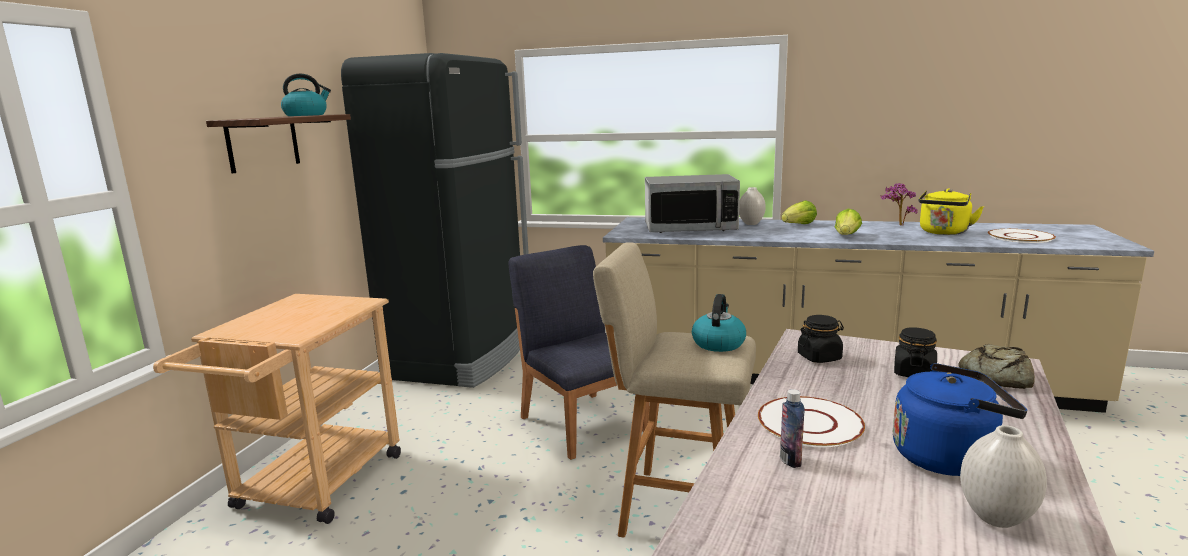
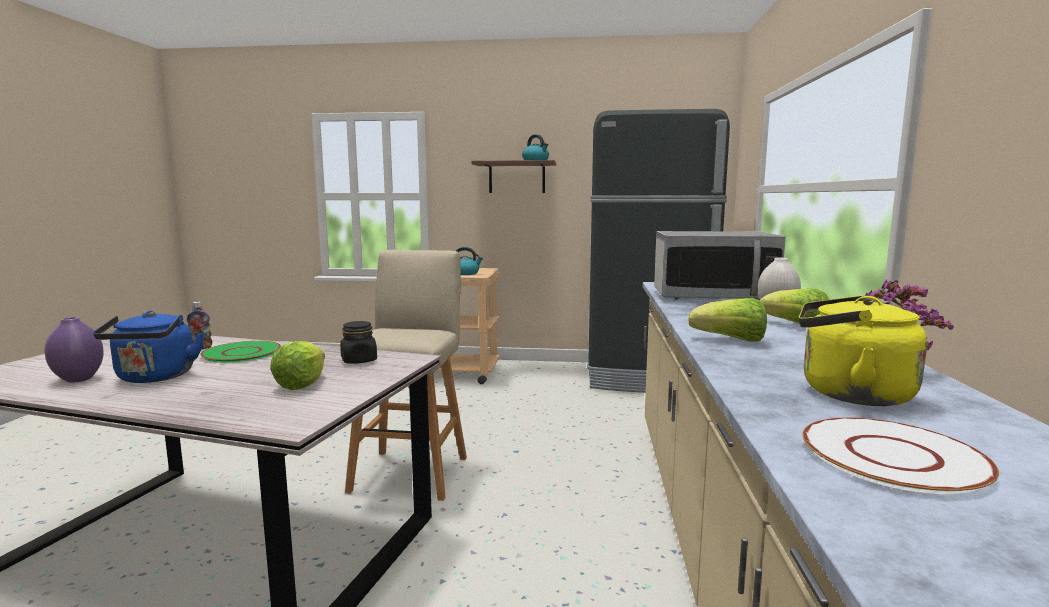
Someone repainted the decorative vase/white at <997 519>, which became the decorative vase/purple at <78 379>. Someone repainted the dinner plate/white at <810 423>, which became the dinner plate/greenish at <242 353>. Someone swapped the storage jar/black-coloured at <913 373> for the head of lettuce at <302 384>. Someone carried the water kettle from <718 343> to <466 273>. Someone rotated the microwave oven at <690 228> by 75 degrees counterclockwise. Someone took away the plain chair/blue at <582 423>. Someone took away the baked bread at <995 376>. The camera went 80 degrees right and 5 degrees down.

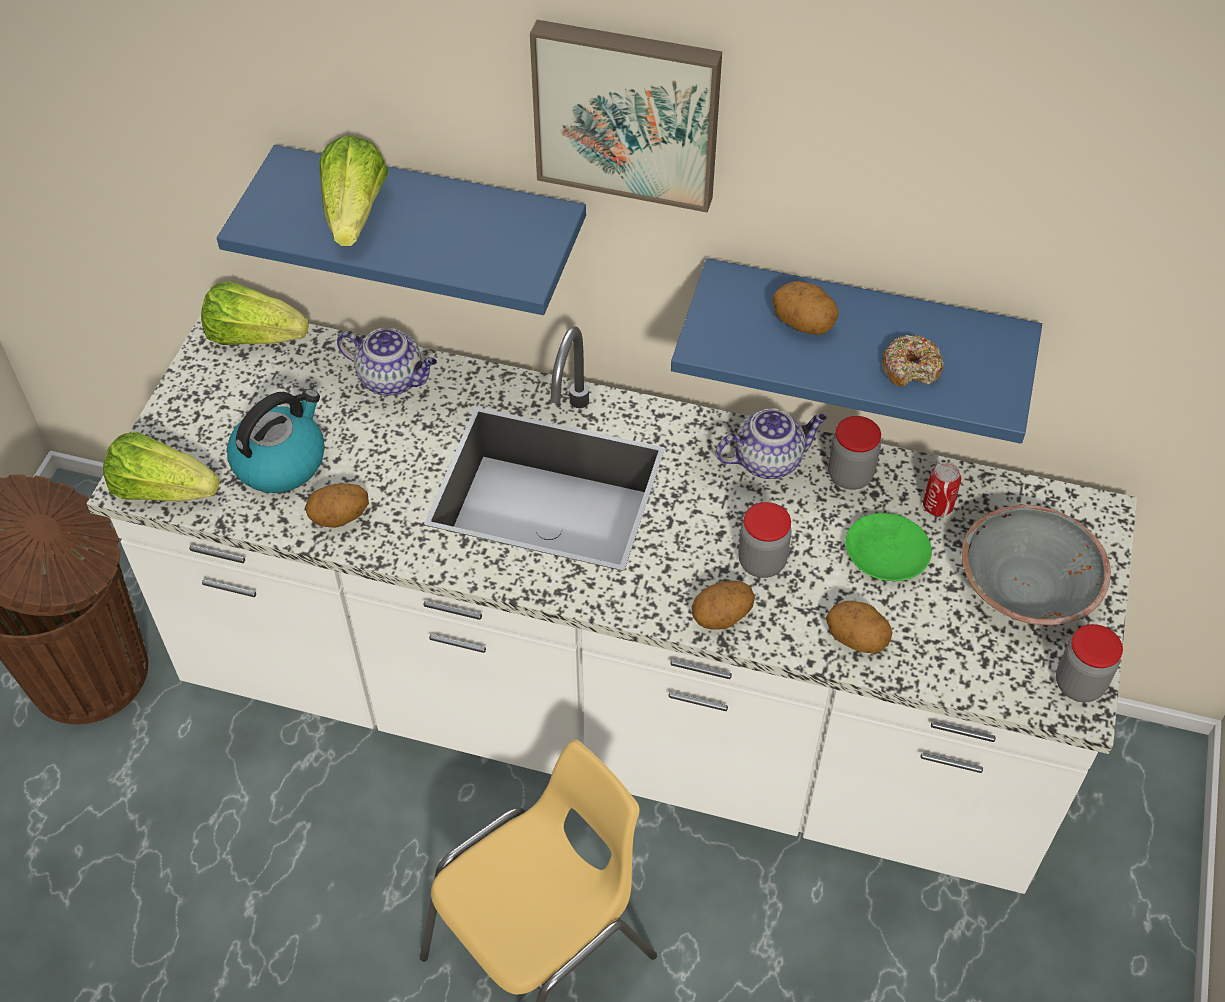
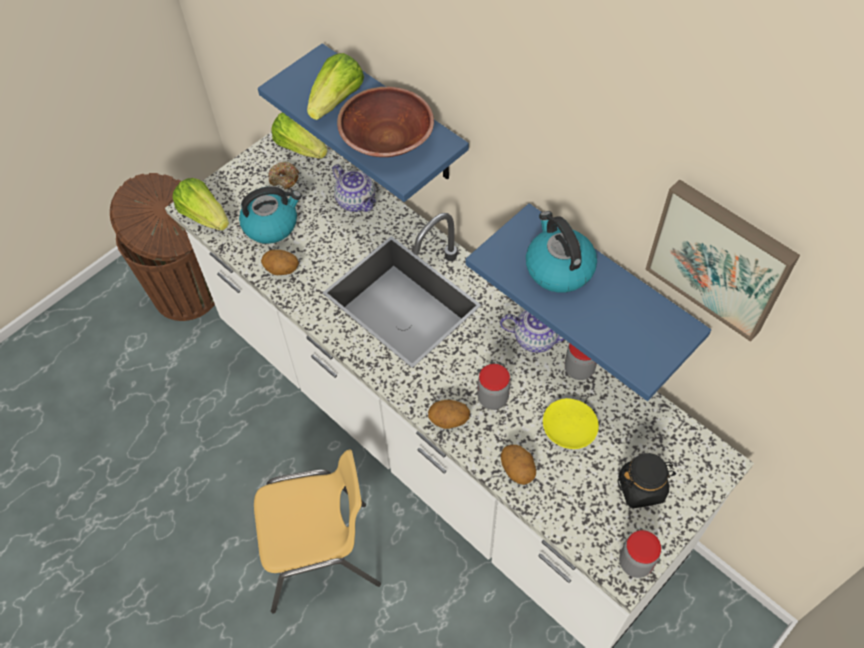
Someone carried the ring doughnut from <911 368> to <284 179>. Someone put down the serving bowl/brownish at <386 141>. Someone swapped the whole potato at <803 324> for the water kettle at <558 268>. Someone repainted the dinner plate/greenish at <885 553>, which became the dinner plate/yellow at <569 426>. Someone swapped the serving bowl/grey at <1026 588> for the storage jar/black-coloured at <641 488>. Someone carried the wall art from <627 112> to <720 258>. Someone took away the can at <937 506>. The camera went 30 degrees right and 5 degrees up.

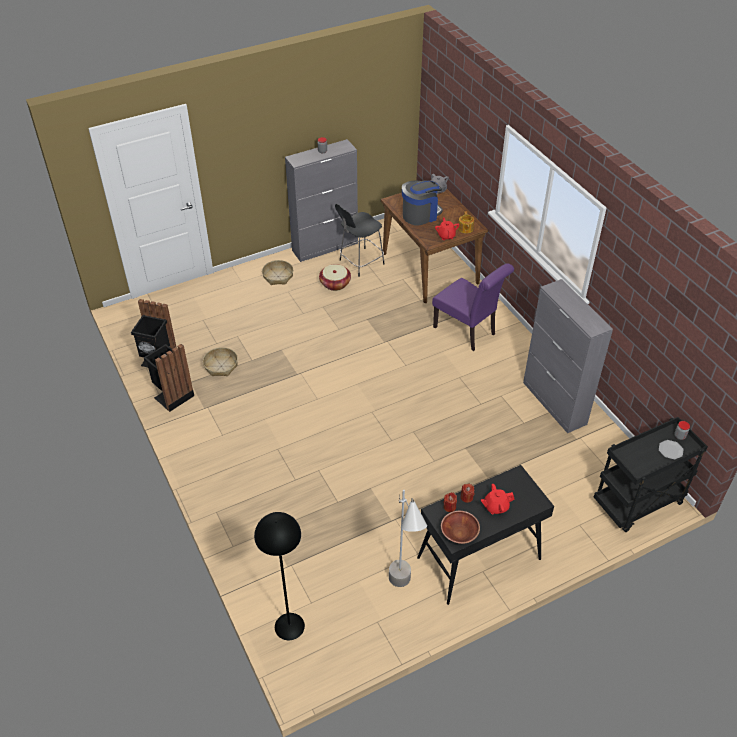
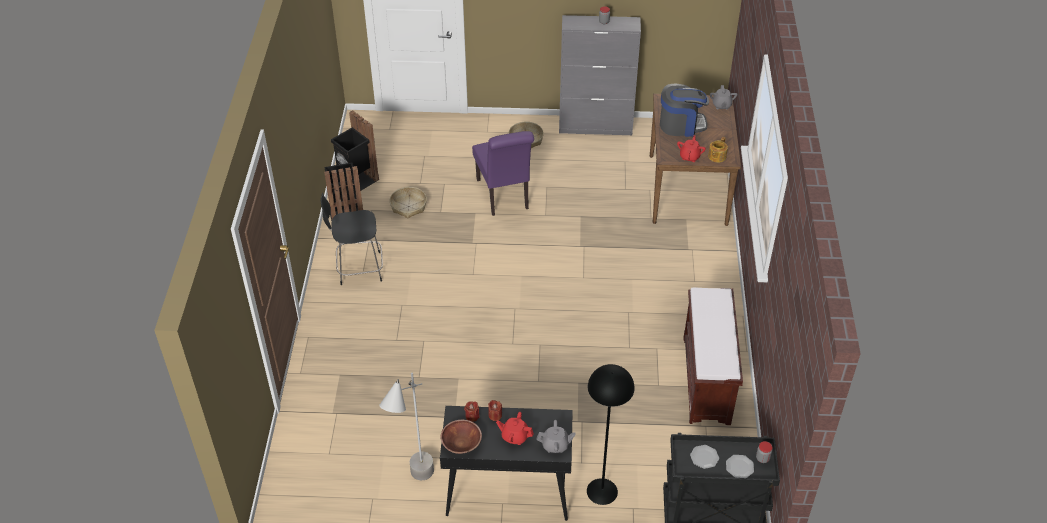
Someone carried the plain chair/black-coloured from <360 263> to <358 268>. Someone carried the plain chair/purple from <467 332> to <504 196>. Someone put down the tea pot/grey at <555 445>. Someone carried the standing lamp/black-coloured from <289 626> to <601 491>. Someone swapped the storage cabinet/grey at <554 403> for the bench/brownish at <707 380>. Someone put down the dinner plate at <704 457>. Someone took away the household basket at <335 284>. The camera went 30 degrees right and 0 degrees up.

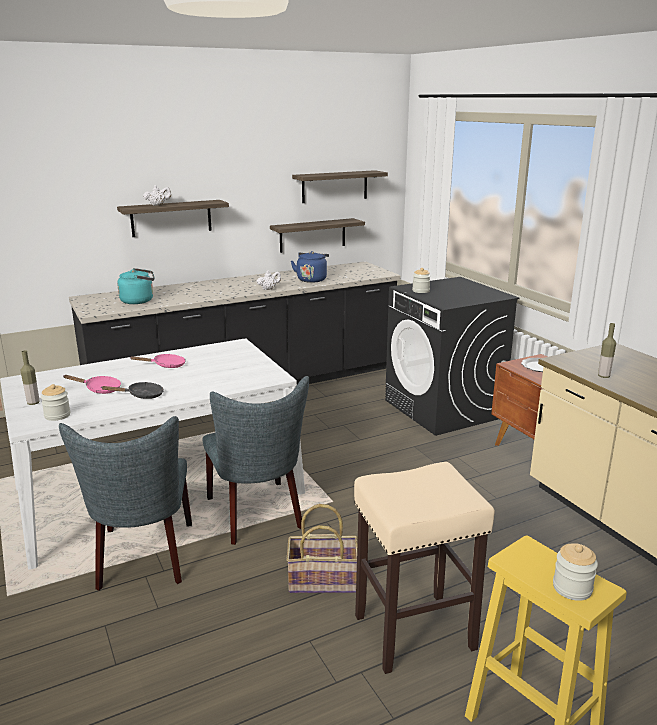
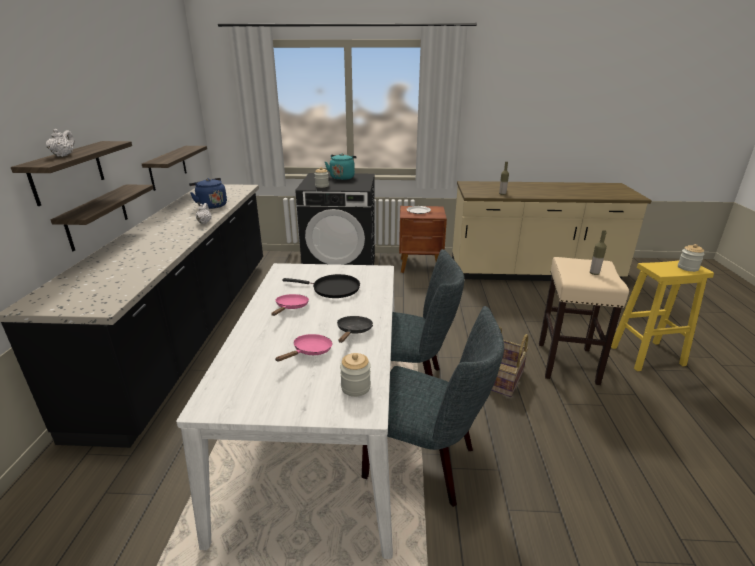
Someone carried the shelf from <334 186> to <97 217>. Someone put down the skillet/black-coloured at <333 289>. Someone carried the water kettle/blue-green from <139 301> to <342 177>. Someone carried the bottle from <33 403> to <594 273>. The camera went 60 degrees left and 5 degrees up.

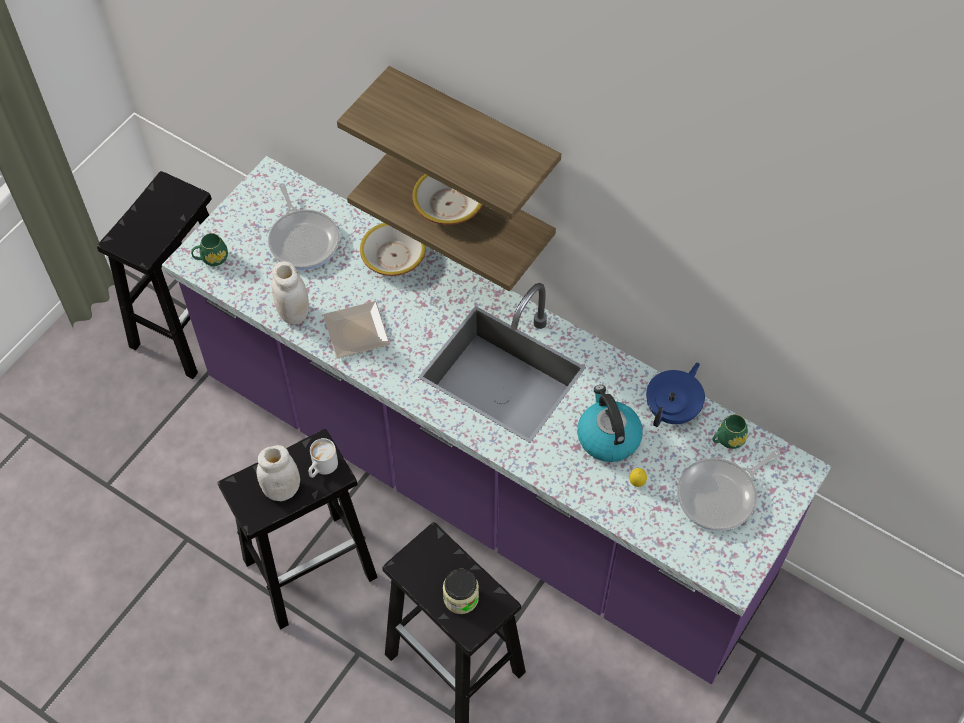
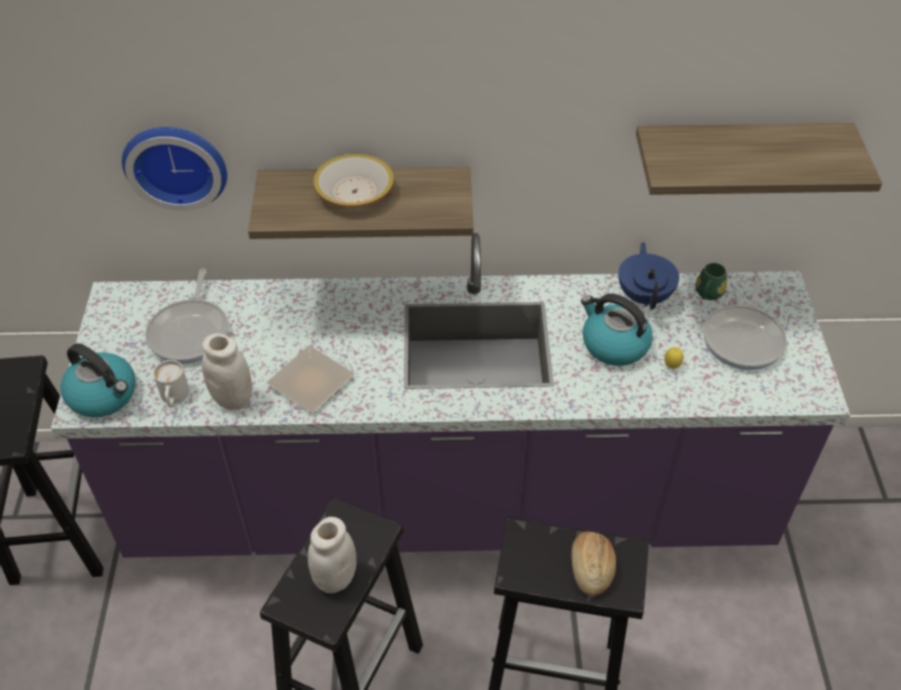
Someone swapped the coffee mug/greenish at <211 258> for the water kettle at <104 395>. Someone put up the clock on the wall at <176 163>. Someone rotated the skillet at <303 239> by 60 degrees clockwise. Someone carried the coffee mug/white from <322 468> to <174 398>. Someone swapped the storage jar at <461 598> for the baked bread at <591 568>. Someone carried the shelf from <473 134> to <737 157>. Someone took away the serving bowl at <394 256>. The camera went 35 degrees left and 10 degrees down.

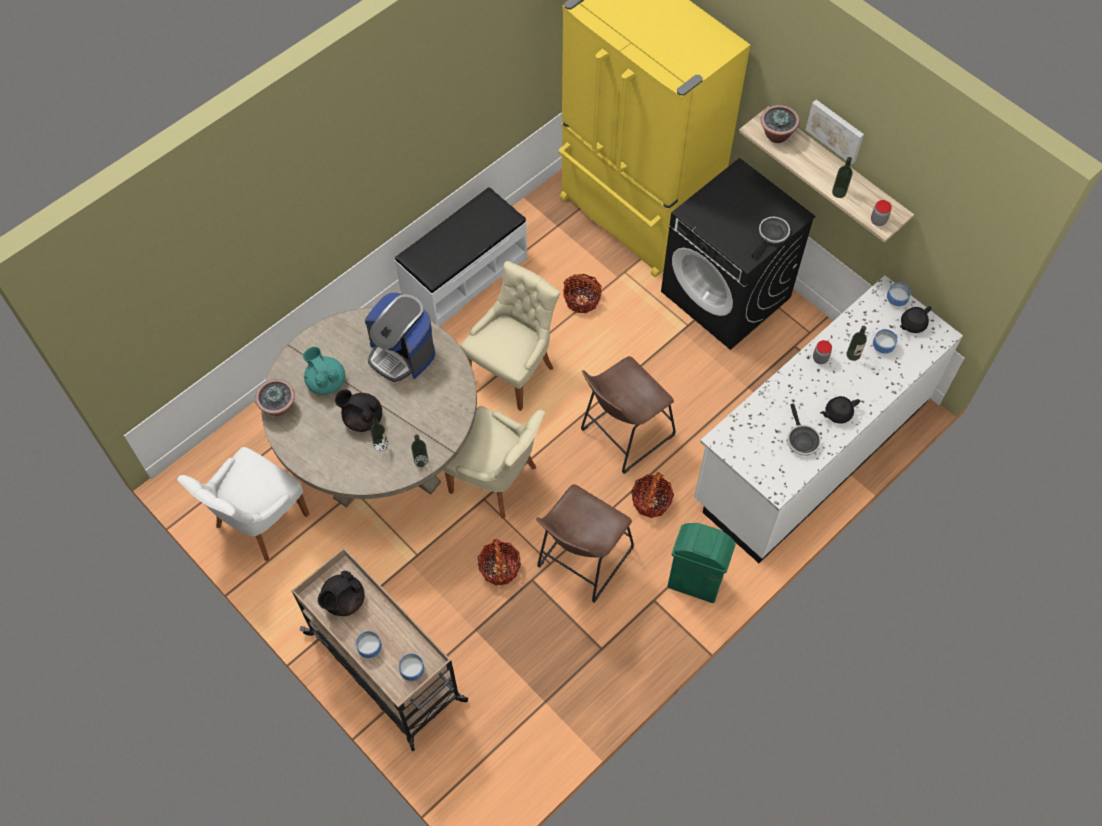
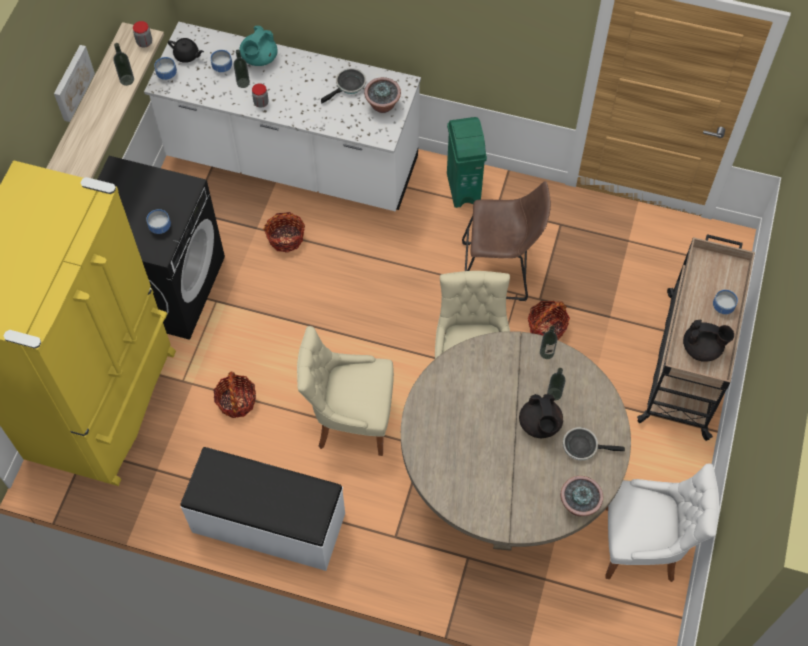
Someone carried the serving bowl from <411 670> to <160 228>. Someone carried the tea pot/blue-green from <326 381> to <259 59>. Someone carried the household basket from <651 501> to <286 238>. Someone carried the potted plant from <776 135> to <383 106>. Someone carried the skillet from <772 235> to <583 446>. Someone took away the coffee brewer at <402 354>. Someone took away the stool/brownish at <623 435>. Someone took away the tea pot/black-coloured at <837 413>. The camera went 120 degrees left and 0 degrees up.

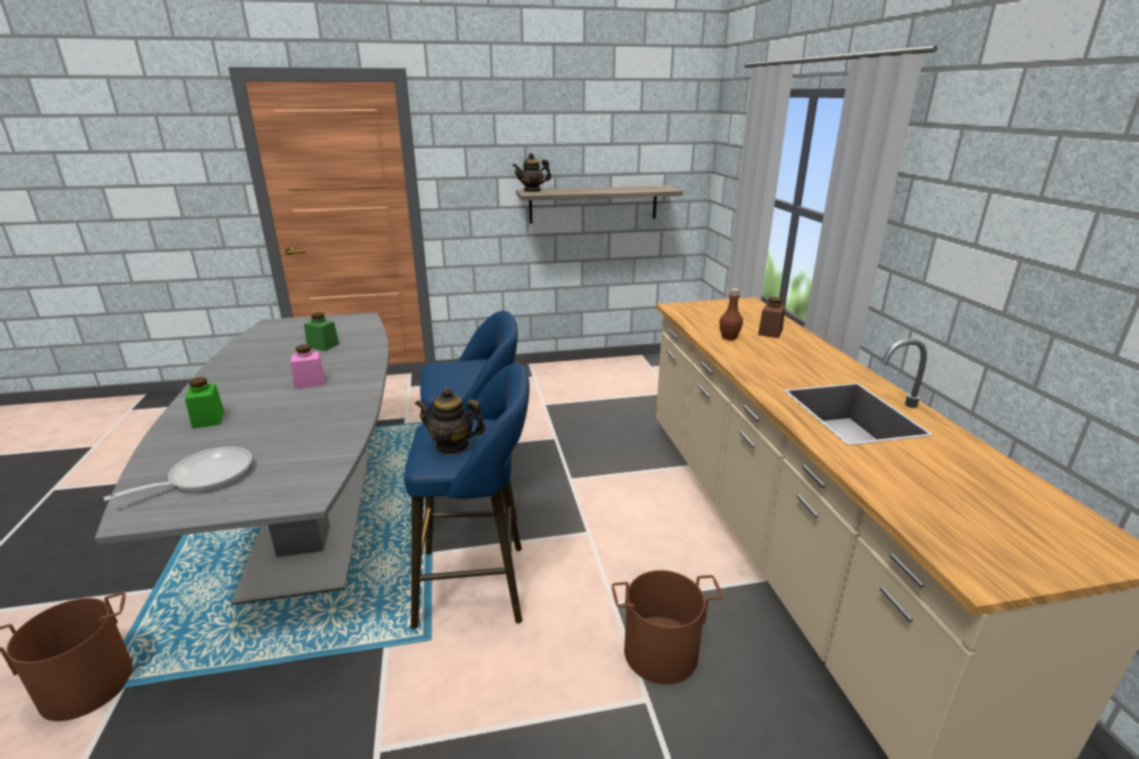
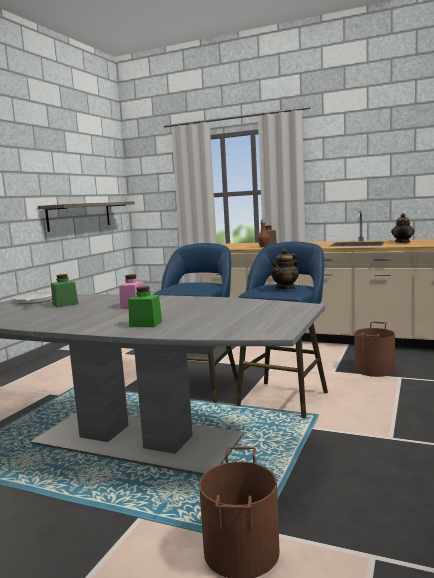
Someone carried the skillet from <204 477> to <34 301>. Someone carried the tea pot from <532 190> to <402 242>. The camera went 55 degrees left and 15 degrees down.

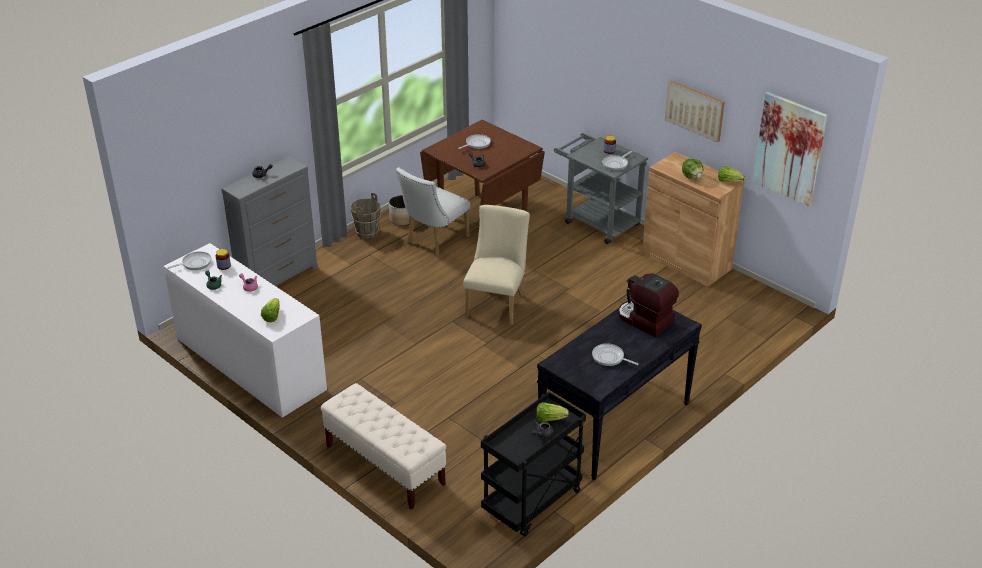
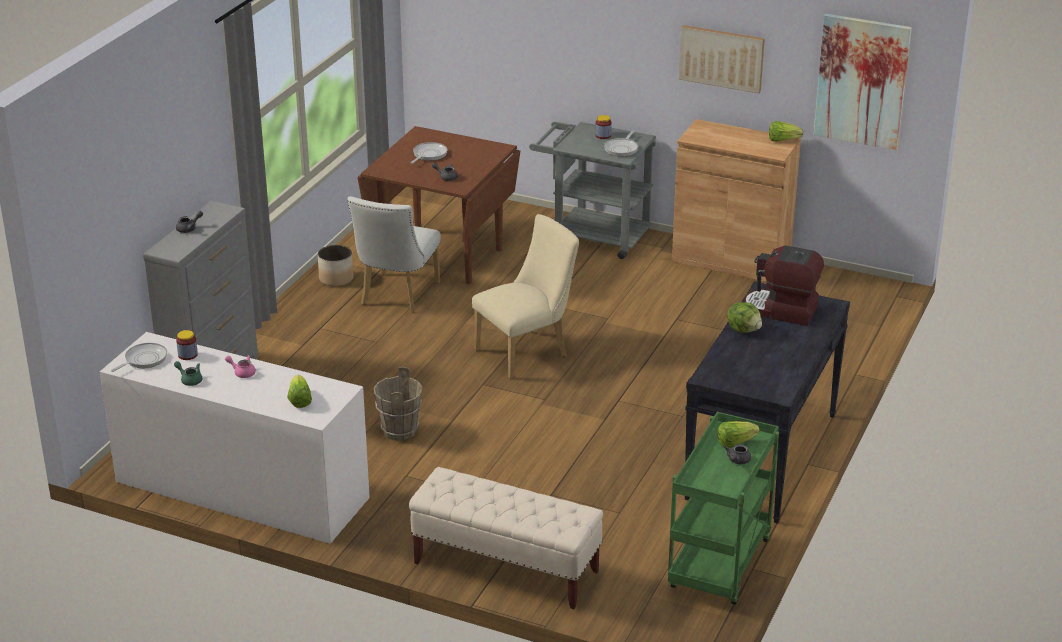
Someone carried the pail/brownish from <367 233> to <399 431>. Someone rotated the plain chair/beige-coloured at <497 303> by 60 degrees clockwise. Someone repainted the cart/black-coloured at <532 504>, which became the cart/greenish at <720 567>. Someone carried the head of lettuce from <692 177> to <744 329>. Someone took away the skillet at <609 358>. The camera went 20 degrees left and 5 degrees down.

